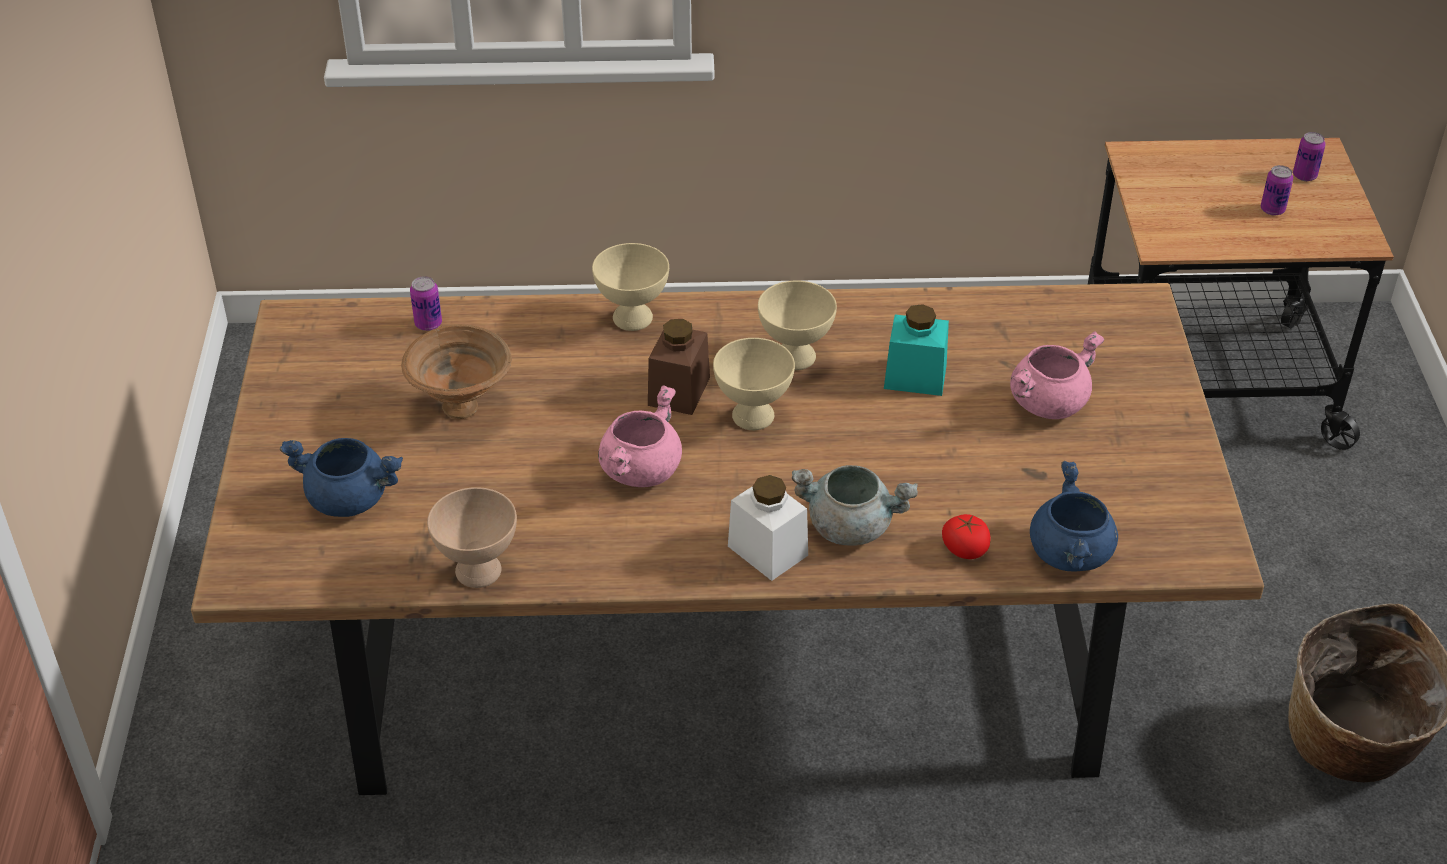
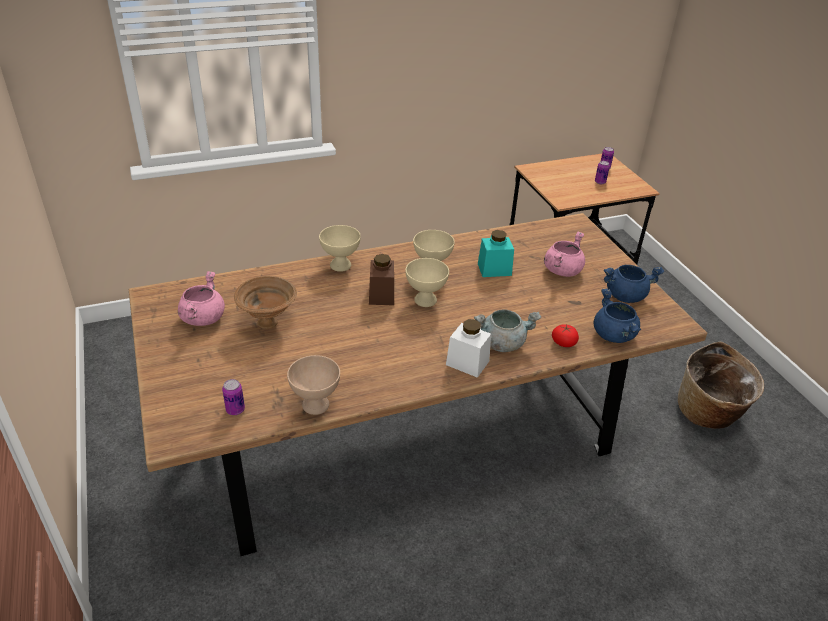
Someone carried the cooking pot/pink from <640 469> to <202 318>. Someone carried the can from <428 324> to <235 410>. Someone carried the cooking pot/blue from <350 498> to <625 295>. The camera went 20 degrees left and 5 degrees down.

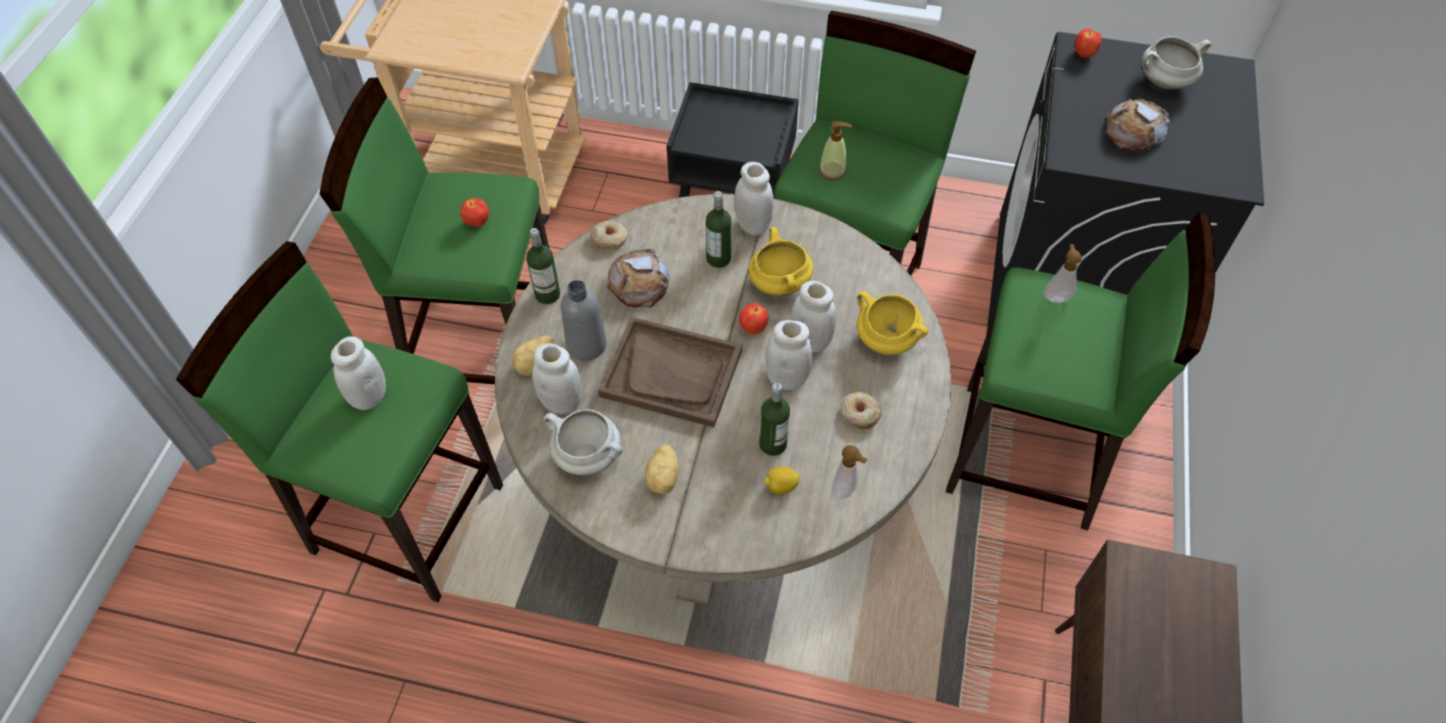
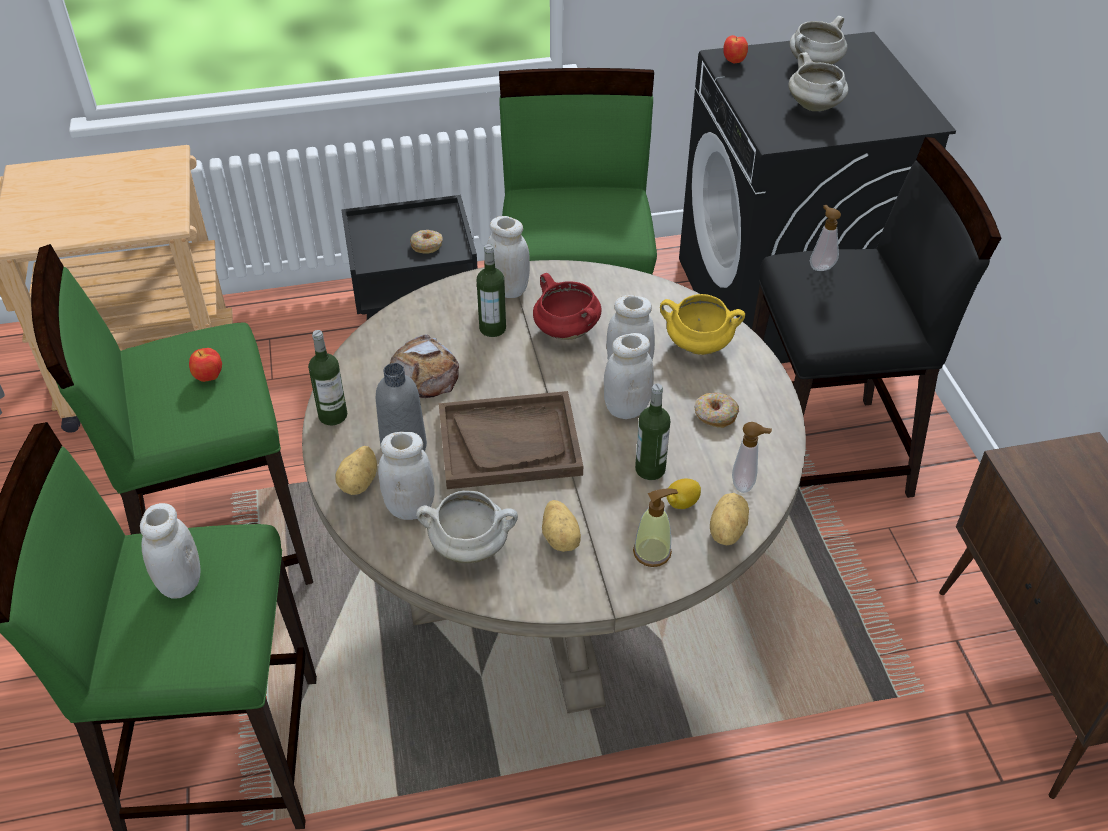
Someone carried the ring doughnut from <609 239> to <427 245>. Someone repainted the cooking pot/yellow at <778 283>, which became the cooking pot/red at <565 331>. Someone carried the liquid soap bottle from <832 171> to <652 552>. Someone put down the whole potato at <725 531>. Someone repainted the stool/greenish at <1027 457>, which became the stool/black-coloured at <825 455>. Someone swapped the baked bread at <1134 131> for the cooking pot/white at <816 107>. Someone took away the whole apple at <753 328>. The camera went 25 degrees left and 10 degrees down.

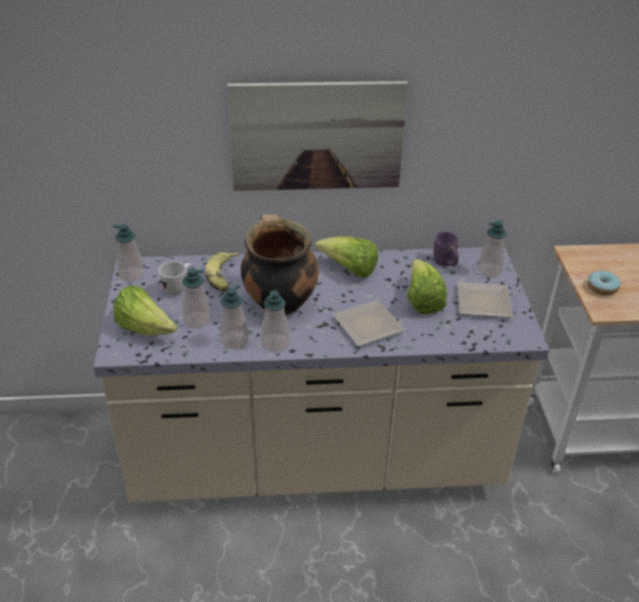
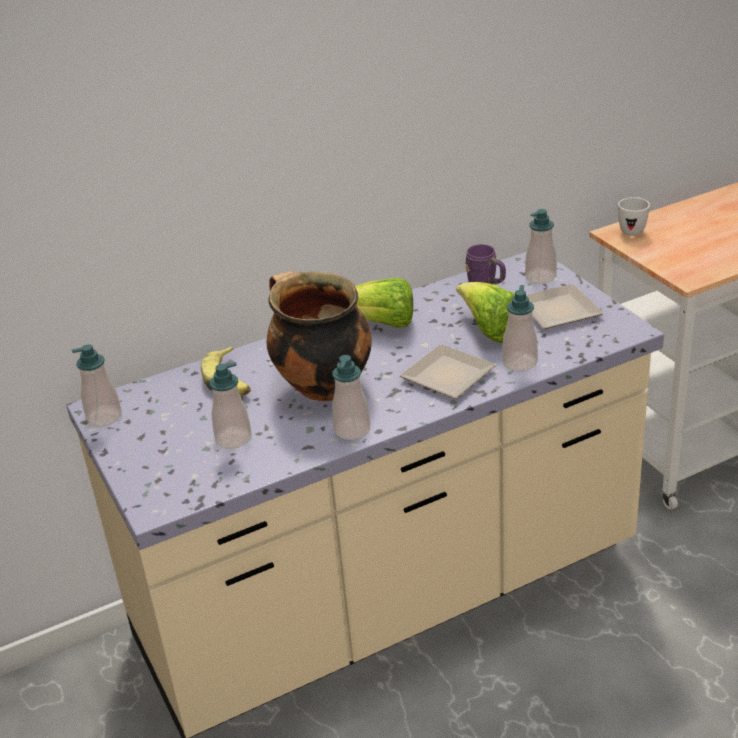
Someone carried the liquid soap bottle from <234 341> to <520 362>. Someone carried the coffee mug/white from <179 288> to <633 229>. Someone took away the head of lettuce at <145 329>. Someone took away the wall art at <317 136>. Someone took away the ring doughnut at <602 287>. The camera went 20 degrees left and 5 degrees down.

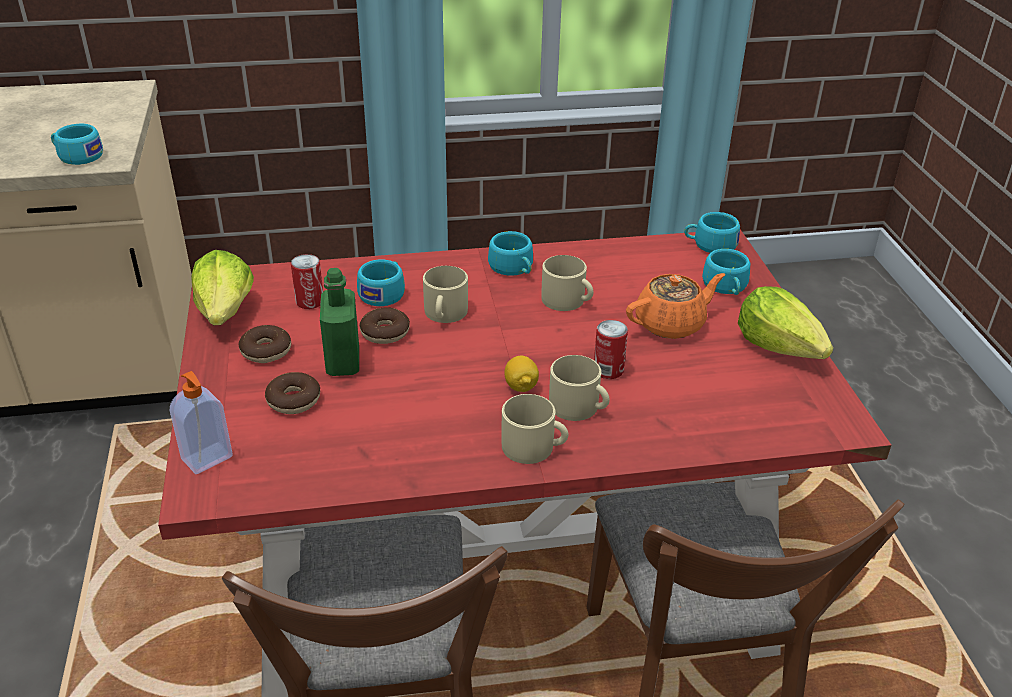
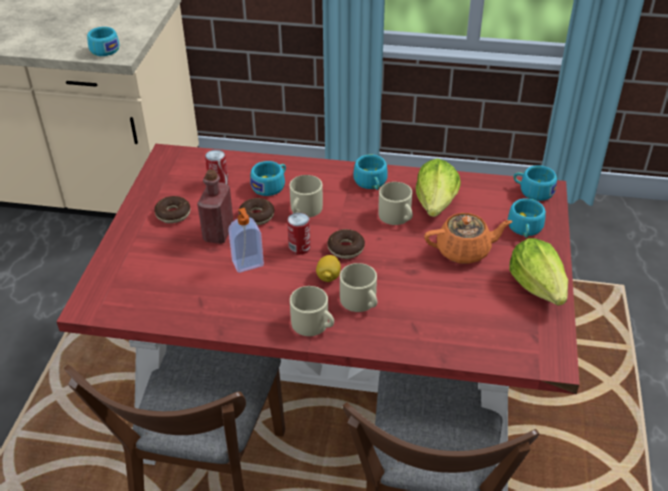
Someone repainted the bottle/greenish at <343 362>, which became the bottle/red at <218 233>. Someone carried the liquid soap bottle from <208 459> to <248 264>. Someone carried the can from <608 370> to <299 247>. Someone carried the ring doughnut from <293 400> to <346 248>. Someone carried the head of lettuce from <226 311> to <436 204>. The camera went 20 degrees right and 5 degrees up.

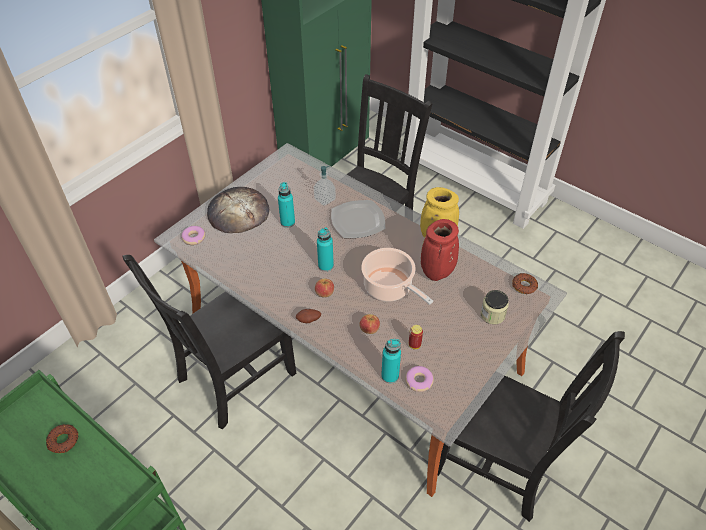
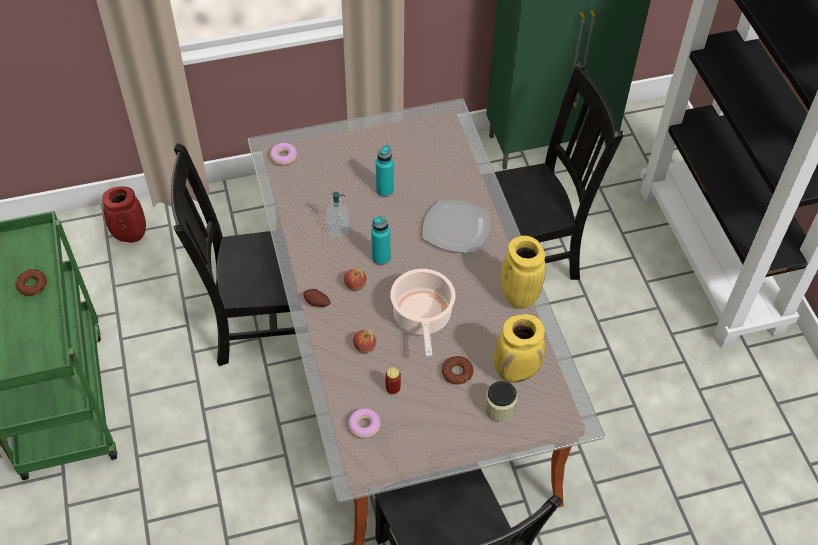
Someone carried the decorative vase/red from <437 273> to <129 236>. Someone carried the liquid soap bottle from <325 199> to <338 228>. Someone carried the ring doughnut from <524 286> to <457 372>. Someone put down the decorative vase/yellow at <516 371>. Someone took away the baked bread at <238 212>. Someone took away the bottle/blue-green at <390 376>. The camera went 35 degrees right and 5 degrees up.

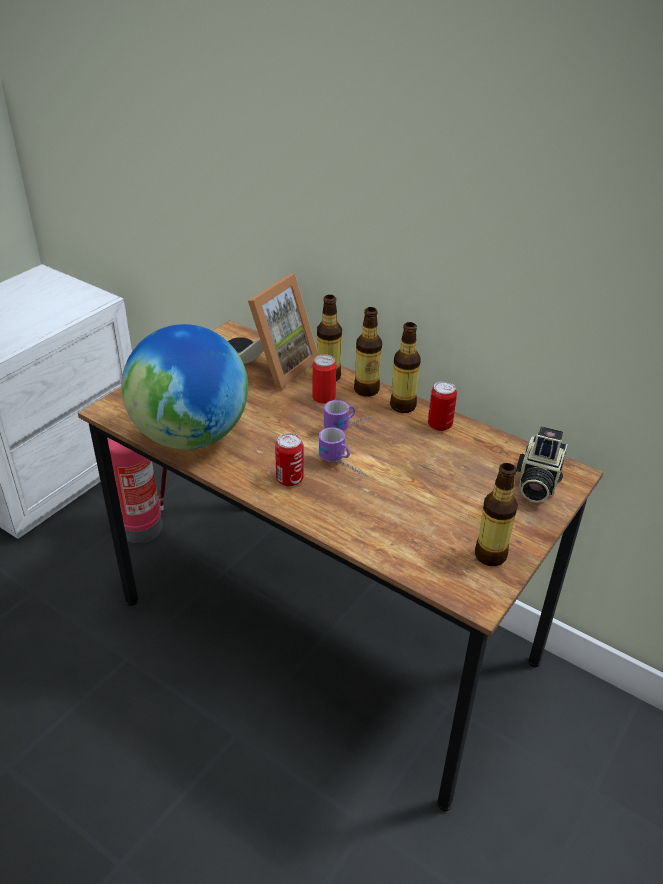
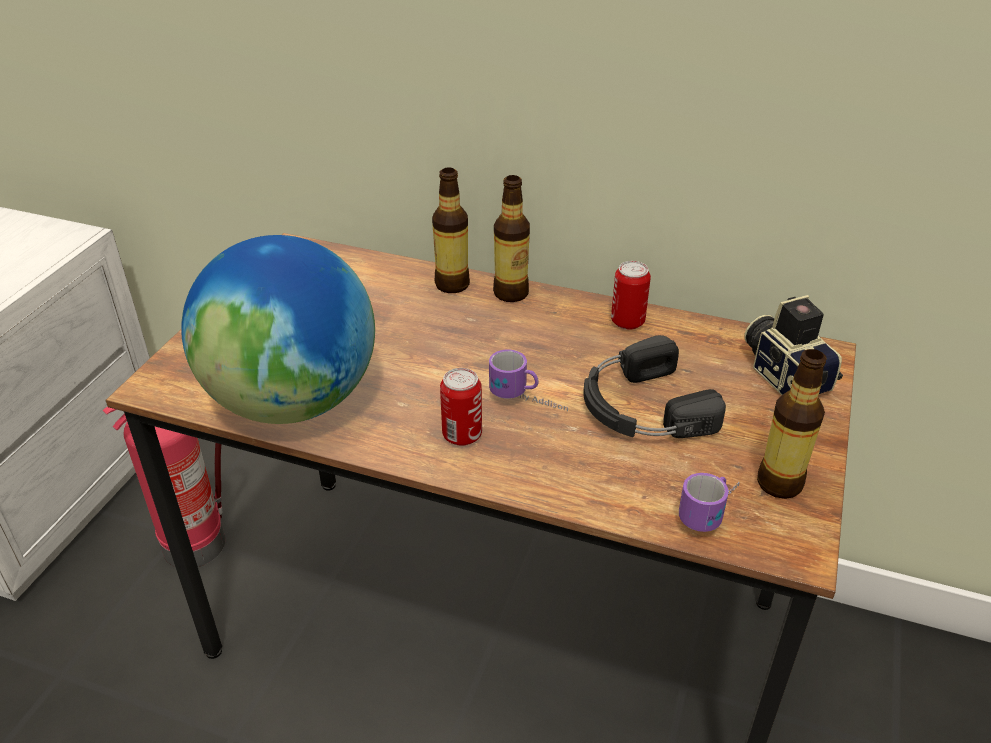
Someone put down the pair of headphones/black-coloured at <641 407>. Someone carried the coffee mug from <348 427> to <713 511>. Someone rotated the still camera at <536 483> by 150 degrees clockwise. Someone took away the standing frame at <278 366>. Someone took away the can at <324 397>. Someone took away the bottle at <402 406>. The camera went 15 degrees left and 0 degrees up.

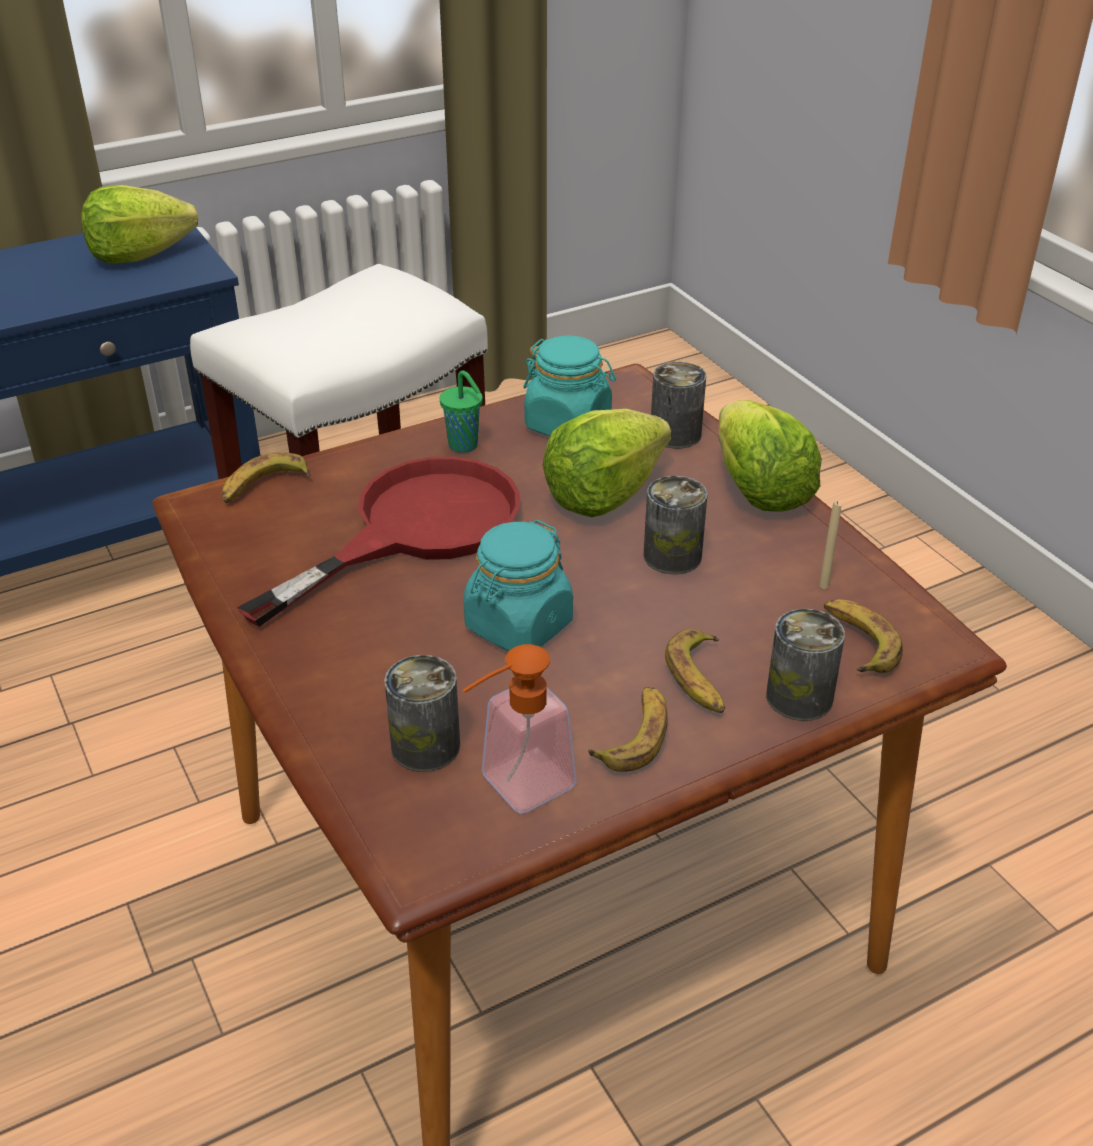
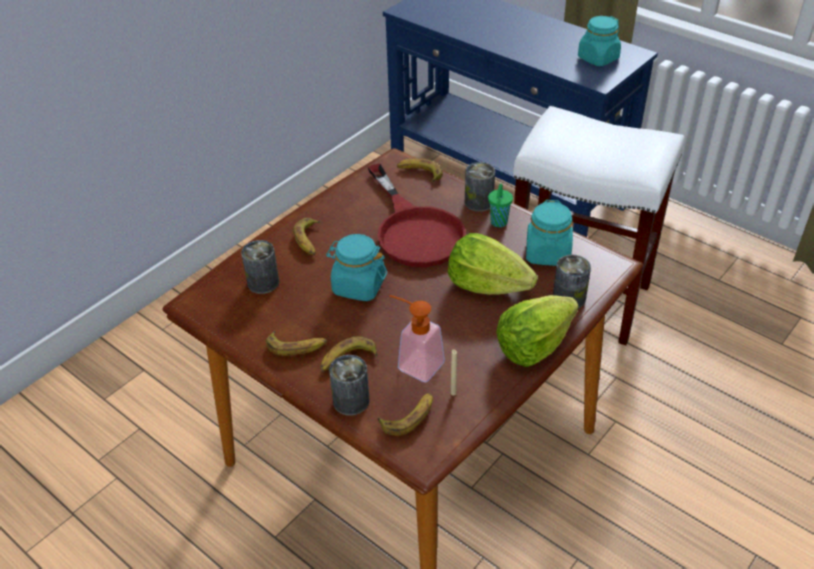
Someone put down the banana fruit at <309 241>. Someone rotated the skillet/red at <415 529> by 45 degrees clockwise. Someone carried the liquid soap bottle from <515 789> to <414 363>. Someone carried the can from <672 556> to <479 202>. Someone swapped the head of lettuce at <139 255> for the storage jar/blue-green at <598 58>. The camera went 70 degrees right and 5 degrees up.

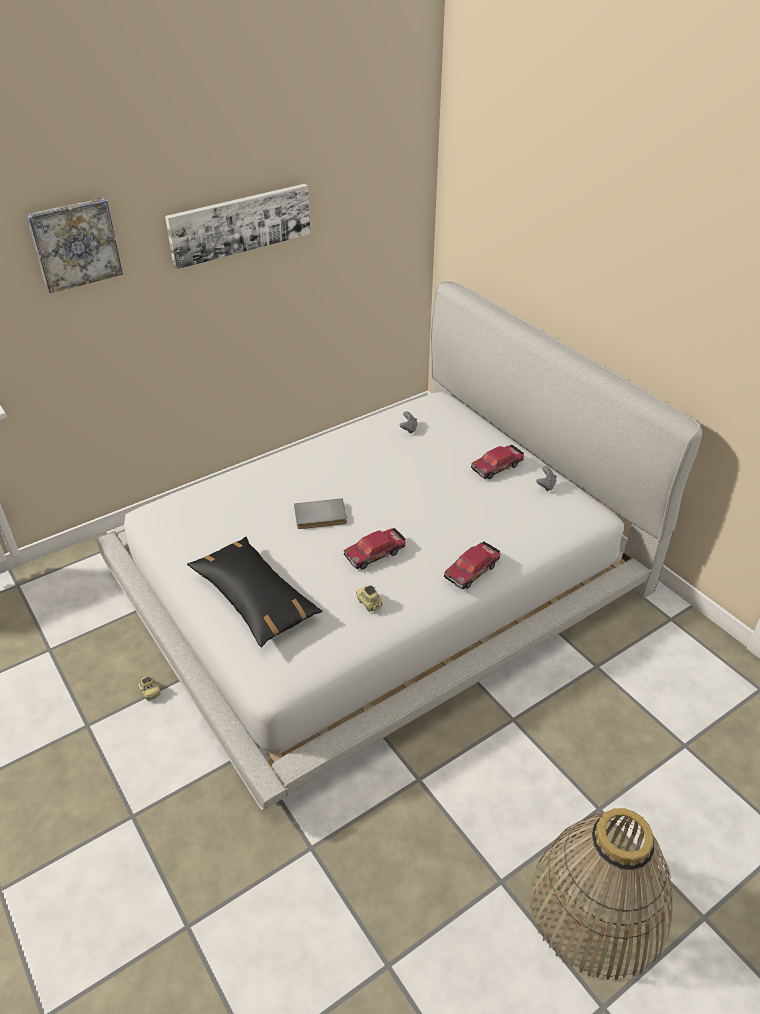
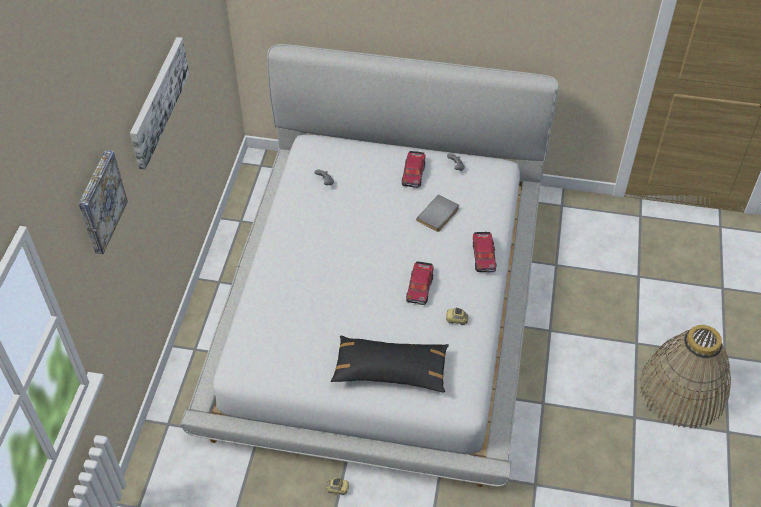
Someone carried the volume/grey from <320 517> to <439 215>. The camera went 45 degrees left and 10 degrees up.

